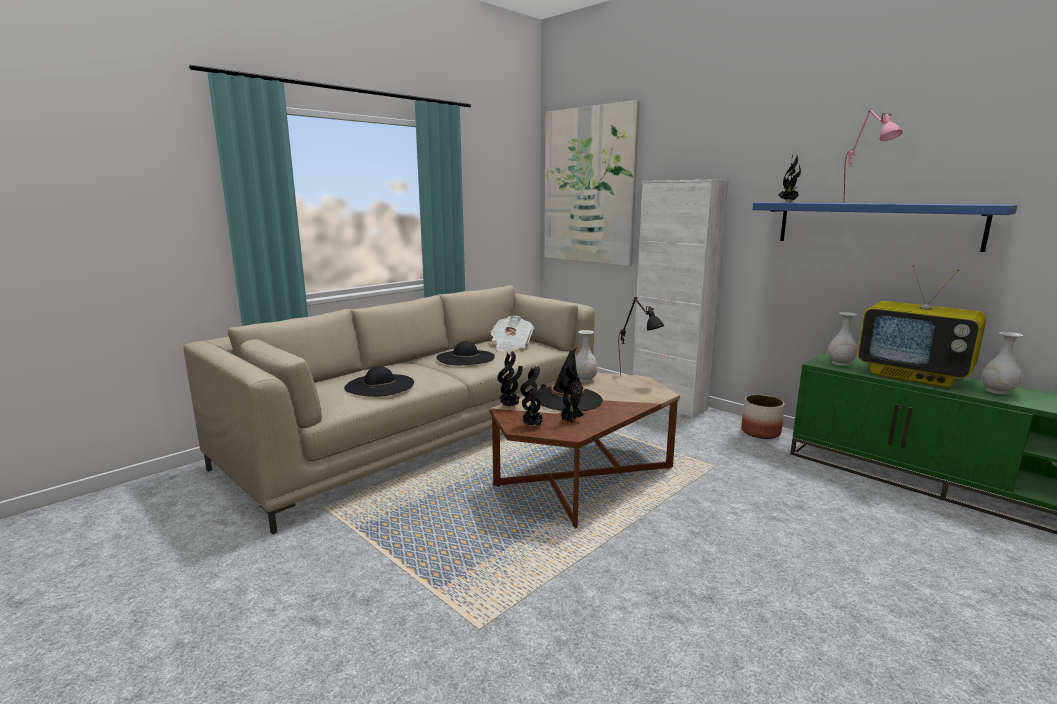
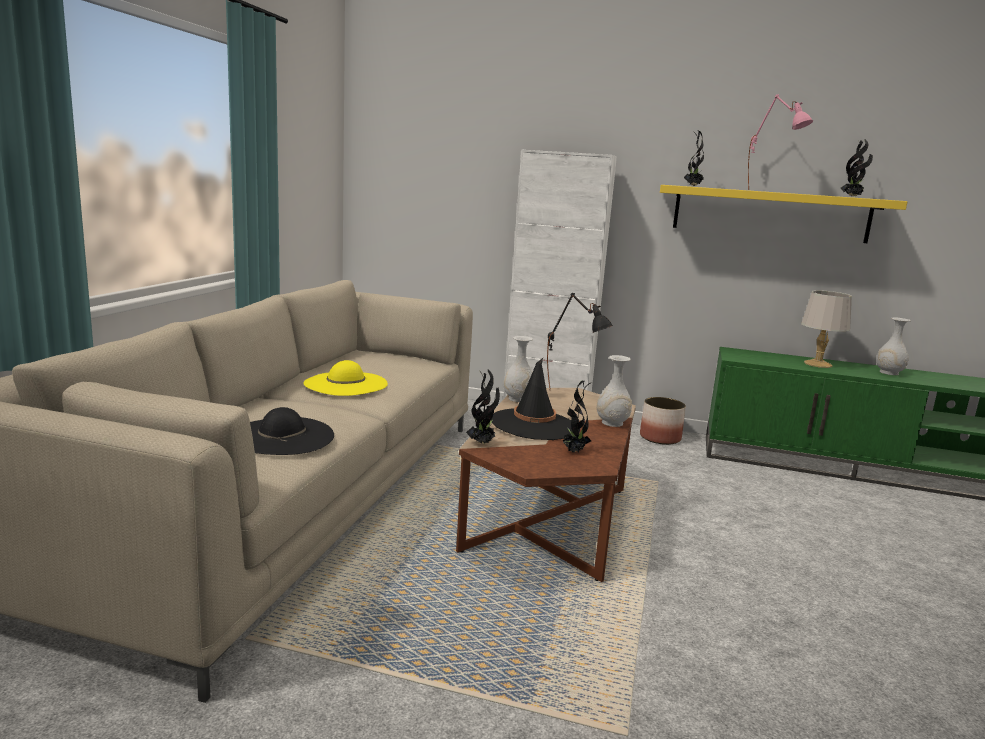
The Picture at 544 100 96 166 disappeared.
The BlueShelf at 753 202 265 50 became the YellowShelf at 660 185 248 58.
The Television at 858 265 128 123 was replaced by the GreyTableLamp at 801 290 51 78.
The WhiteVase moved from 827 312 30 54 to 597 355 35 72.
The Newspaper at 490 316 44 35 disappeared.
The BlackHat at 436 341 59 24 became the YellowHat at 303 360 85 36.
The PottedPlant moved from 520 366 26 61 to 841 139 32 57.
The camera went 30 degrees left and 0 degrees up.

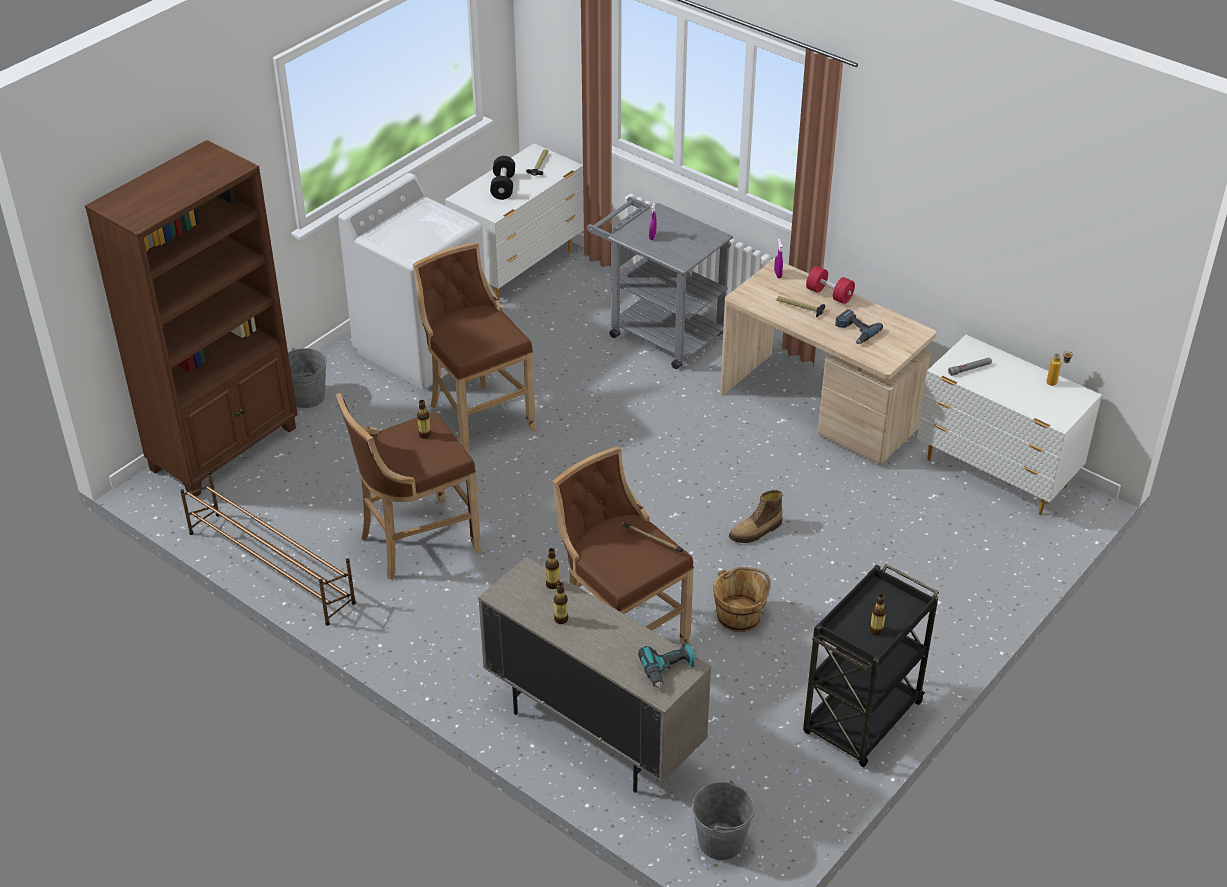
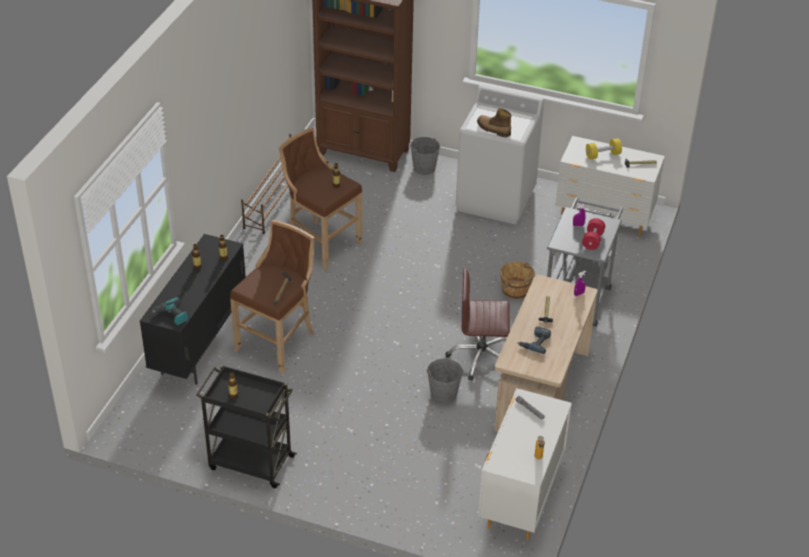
The BlackDumbbell at 490 156 25 44 became the YellowDumbbell at 586 138 36 21.
The BrownStool at 413 242 124 212 disappeared.
The RedDumbbell moved from 806 266 49 38 to 582 218 23 32.
The Boot moved from 729 490 54 53 to 477 108 35 29.
The BeigeCabinet at 478 557 234 236 became the BlackCabinet at 140 234 106 151.
The BrownBucket moved from 713 567 58 65 to 500 262 35 37.
The GreyBucket moved from 692 780 63 80 to 427 359 37 45.
The BrownOfficeChair at 446 268 64 113 appeared.
The camera went 70 degrees right and 0 degrees up.

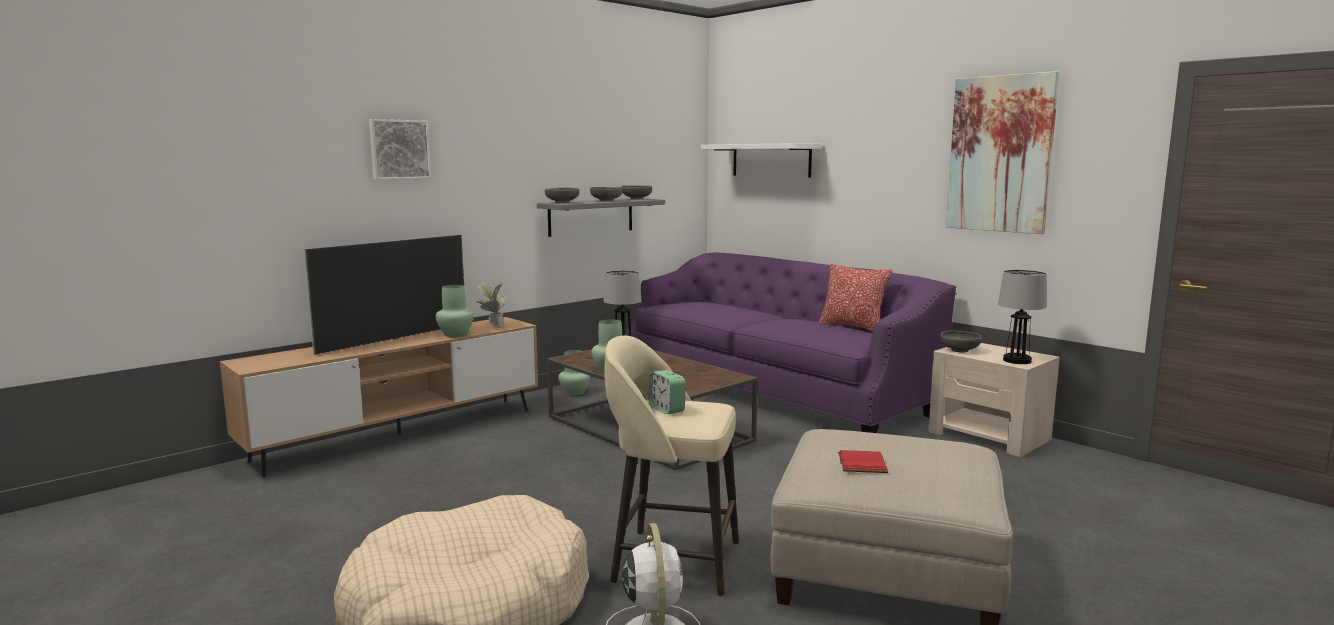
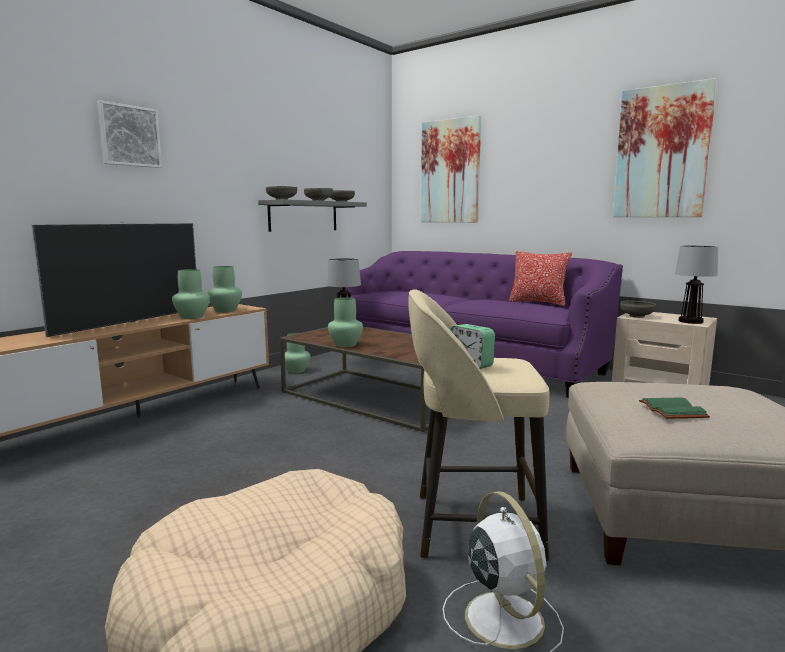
The WhiteShelf at 701 143 121 34 was replaced by the Picture at 421 115 60 107.
The PottedPlant at 477 281 30 47 was replaced by the GreenVase at 207 266 35 46.
The RedBook at 838 450 50 23 became the GreenBook at 639 397 71 22.
The camera went 10 degrees left and 0 degrees up.

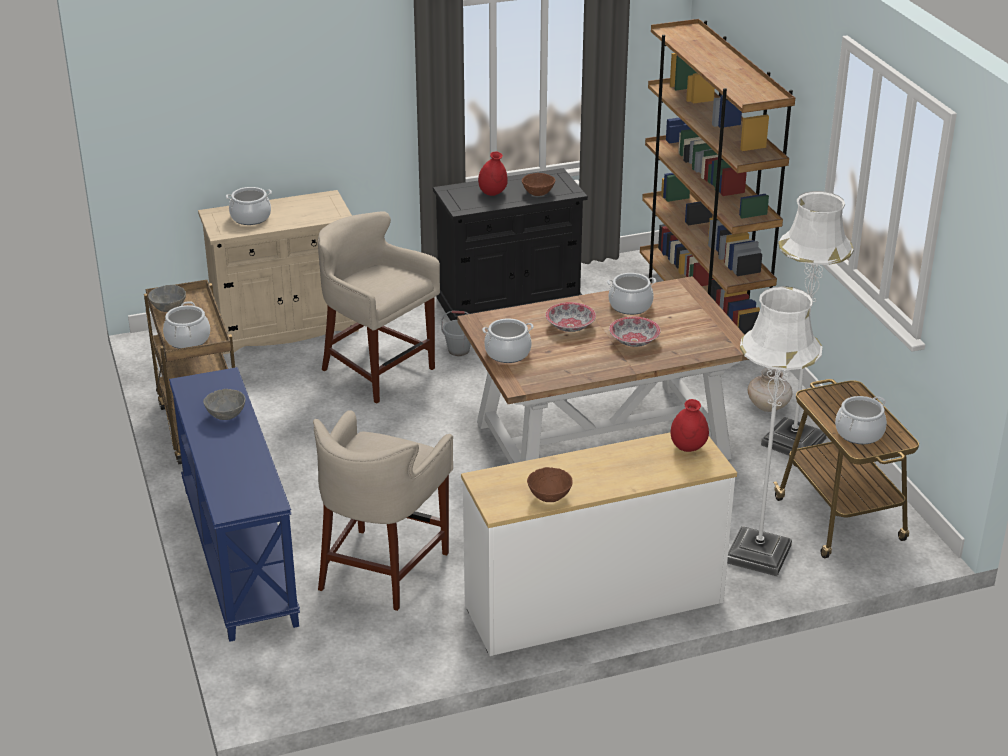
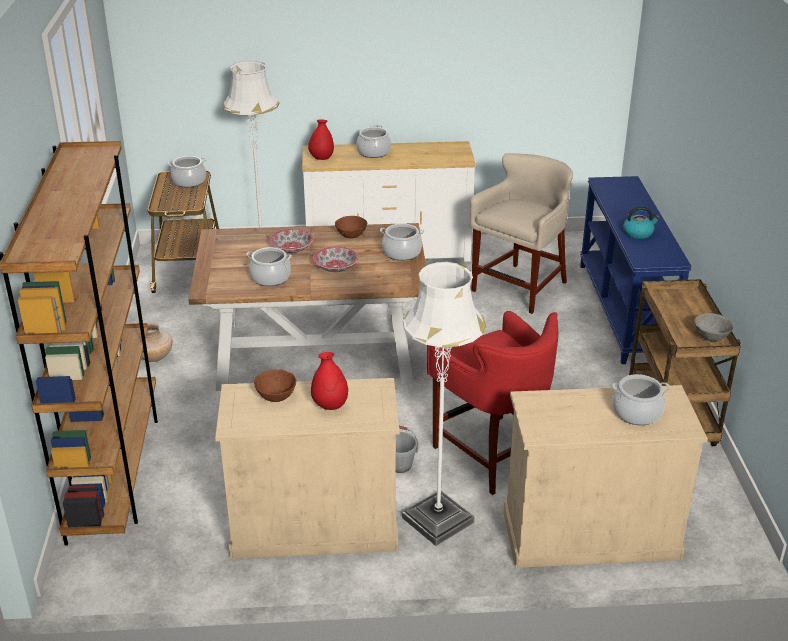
The BlackCabinet at 433 168 155 153 became the BeigeCabinet at 215 378 185 181.
The WhiteFloorLamp moved from 761 191 93 265 to 402 262 84 284.
The BeigeStool at 318 211 122 193 became the RedStool at 427 311 131 184.
The CookingPot moved from 163 301 47 48 to 357 125 34 33.
The GreyBowl at 203 389 42 31 was replaced by the Kettle at 623 206 37 33.
The BrownBowl moved from 527 467 46 35 to 335 216 32 22.
The camera went 165 degrees left and 0 degrees up.

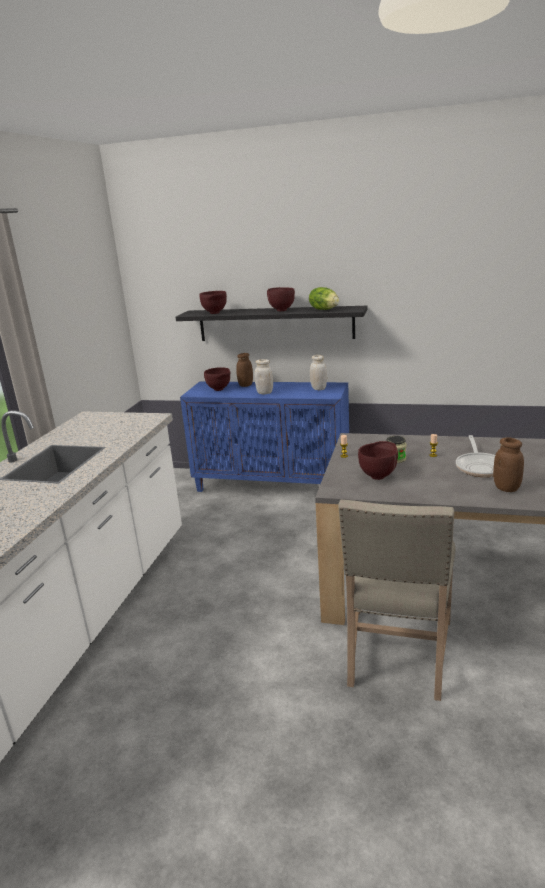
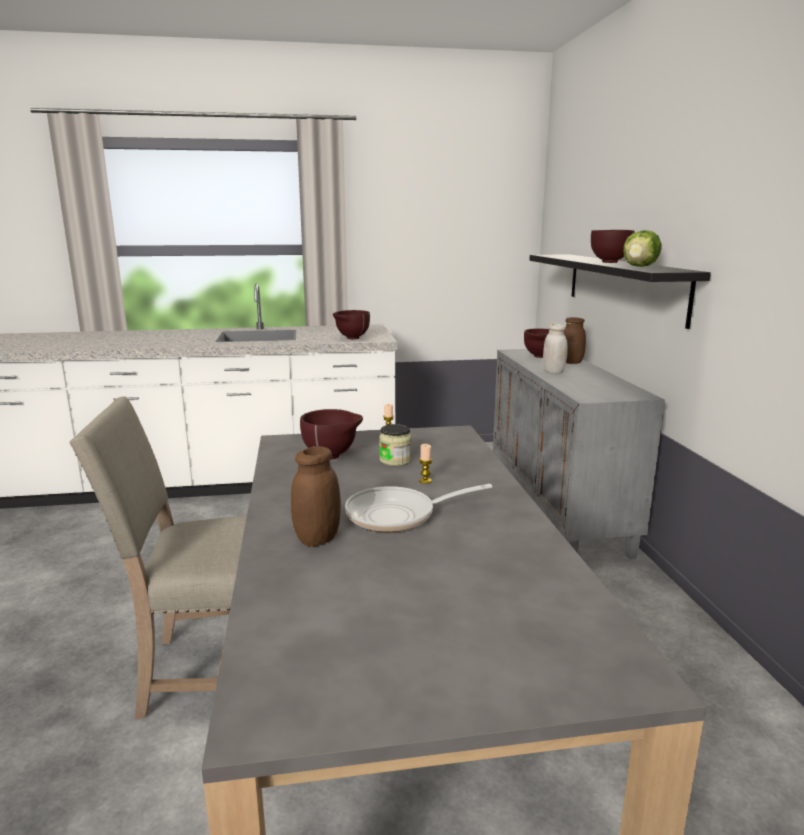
The BrownBowl moved from 199 291 28 23 to 333 310 37 29.
The WhiteJar at 310 355 17 35 disappeared.
The BlueCabinet at 180 382 169 110 became the GreyCabinet at 493 349 172 210.
The camera went 65 degrees right and 5 degrees down.

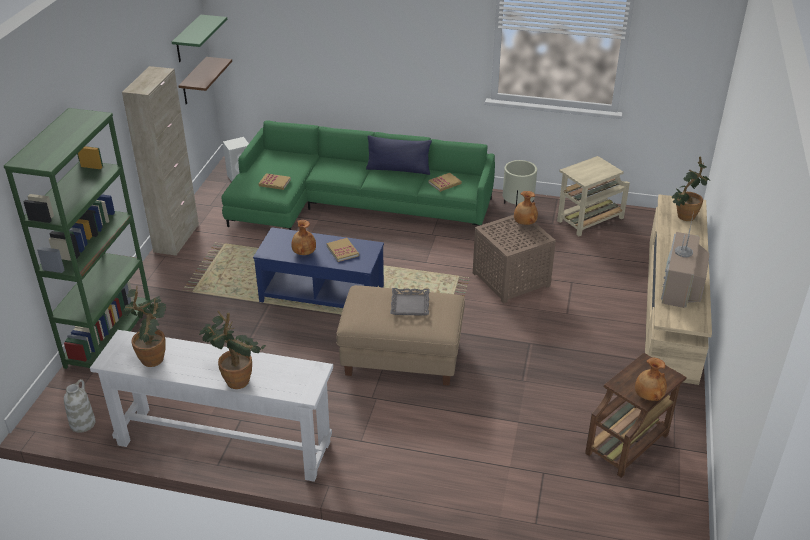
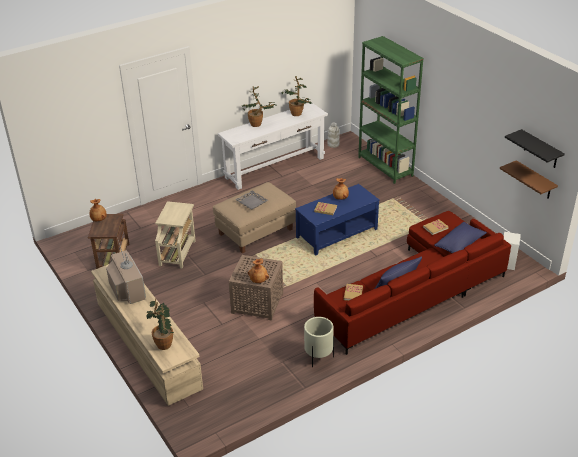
The GreenShelf at 172 15 55 47 became the BlackShelf at 505 129 60 39.
The BeigeCabinet at 122 66 77 190 disappeared.
The GreenSofa at 221 120 274 110 became the RedSofa at 314 211 197 144.
The BeigeSideTable moved from 557 156 73 80 to 155 201 41 68.
The BluePillow at 434 222 53 31 appeared.
The camera went 135 degrees right and 0 degrees up.

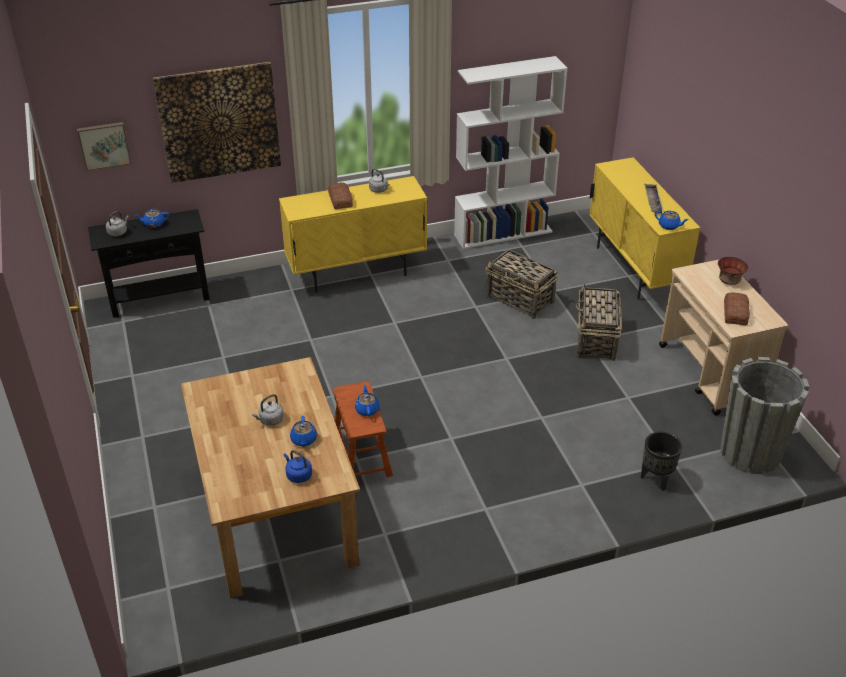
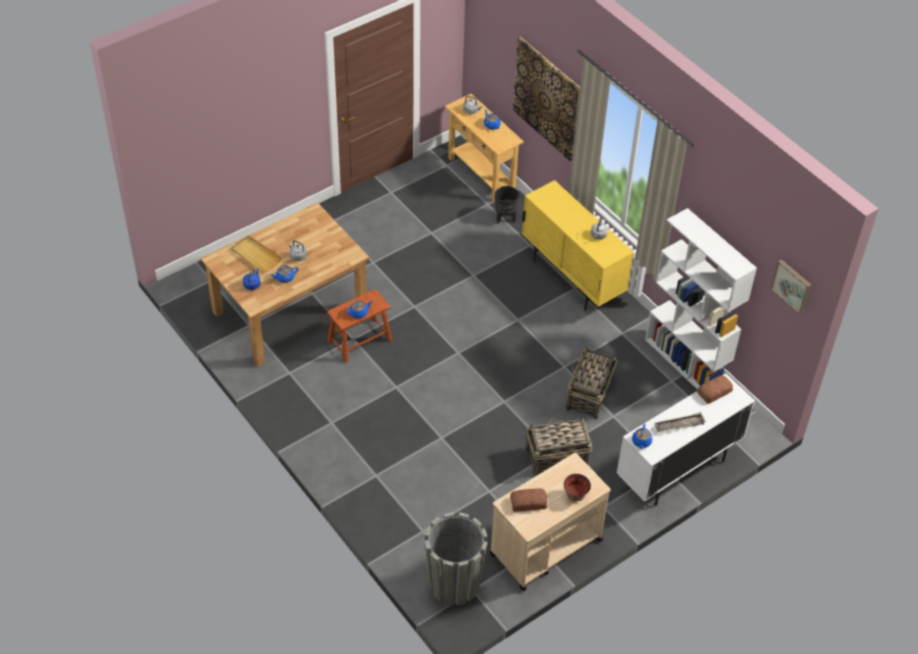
The Picture moved from 77 122 54 49 to 771 259 40 56.
The YellowCabinet at 589 157 111 143 became the WhiteCabinet at 617 374 138 132.
The Bread moved from 328 183 25 26 to 697 375 36 29.
The BlackConsoleTable at 88 209 122 109 became the BeigeConsoleTable at 445 94 79 108.
The BlackPlanter moved from 641 432 41 59 to 495 186 24 38.
The BeigeTray at 231 235 51 38 appeared.
The camera went 70 degrees right and 10 degrees up.

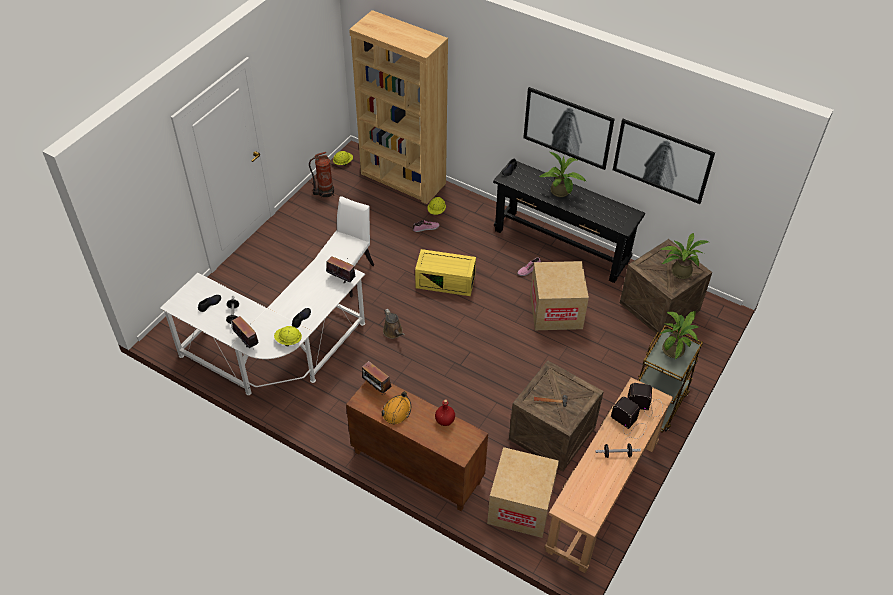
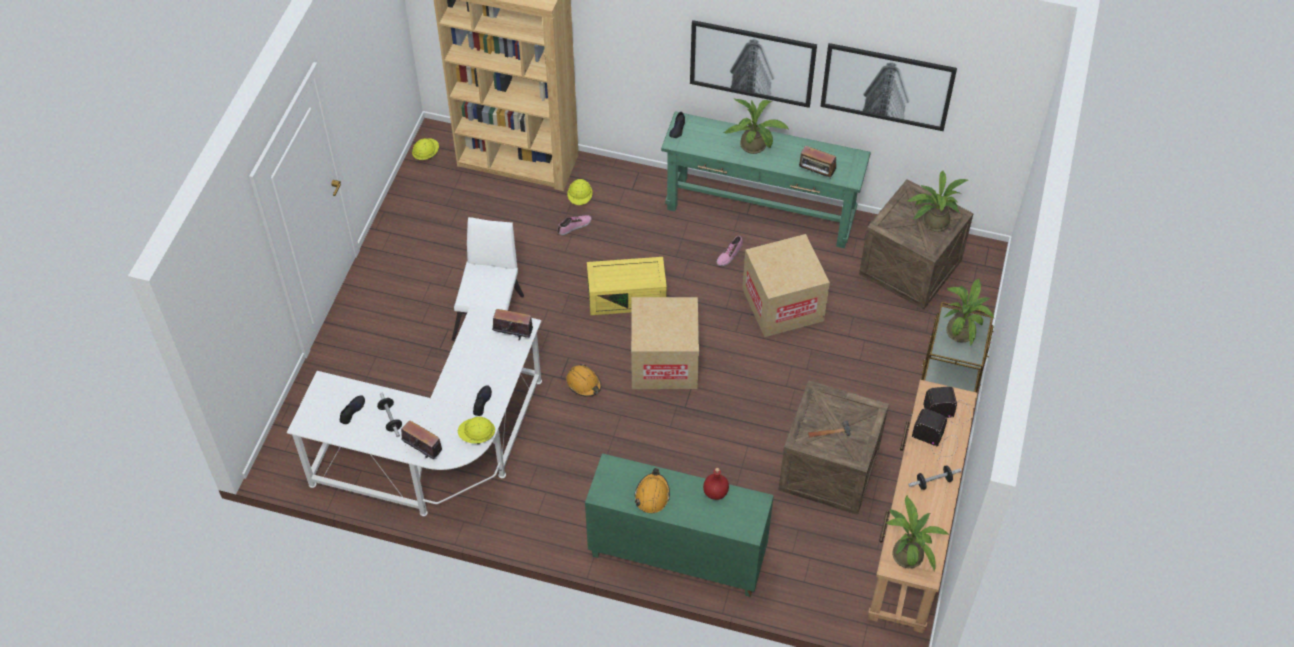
The FireExtinguisher at 309 152 25 46 disappeared.
The BlackConsoleTable at 493 159 152 124 became the GreenConsoleTable at 661 111 210 137.
The BrownWateringCan at 383 309 22 30 was replaced by the OrangeHardHat at 566 364 35 33.
The Radio moved from 362 361 29 34 to 799 145 38 34.
The BrownCabinet at 346 381 142 130 became the GreenCabinet at 585 453 189 144.
The CardboardBox moved from 487 447 72 91 to 631 297 68 92.
The PottedPlant at 886 496 63 75 appeared.
The camera went 15 degrees left and 5 degrees up.

